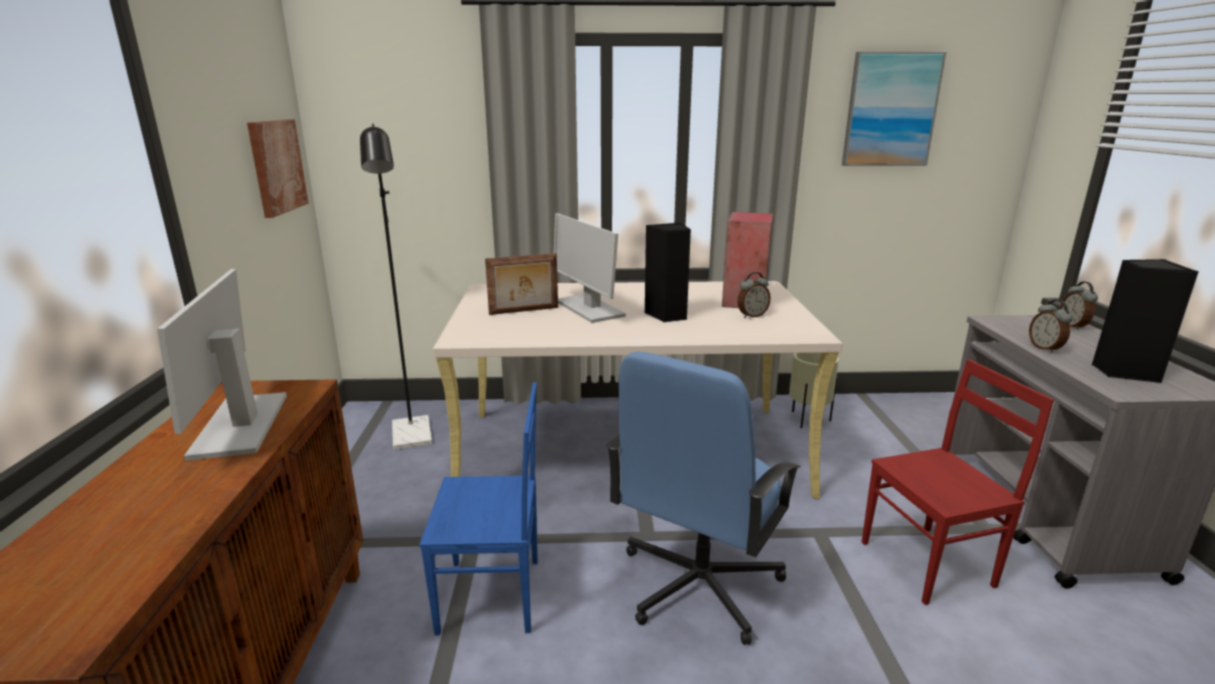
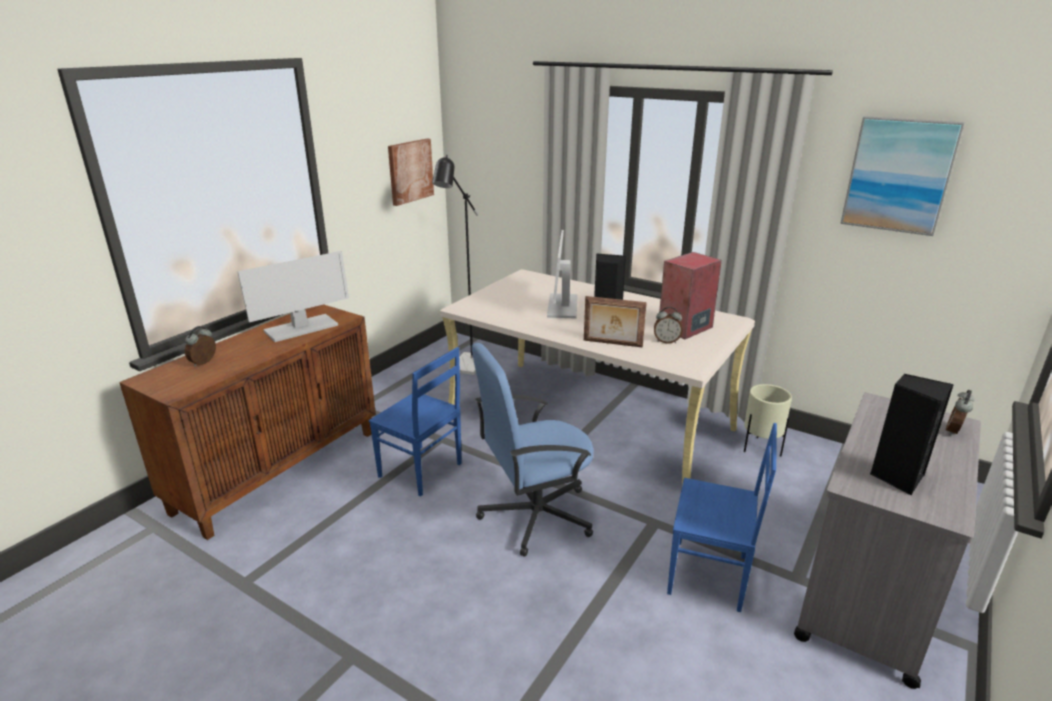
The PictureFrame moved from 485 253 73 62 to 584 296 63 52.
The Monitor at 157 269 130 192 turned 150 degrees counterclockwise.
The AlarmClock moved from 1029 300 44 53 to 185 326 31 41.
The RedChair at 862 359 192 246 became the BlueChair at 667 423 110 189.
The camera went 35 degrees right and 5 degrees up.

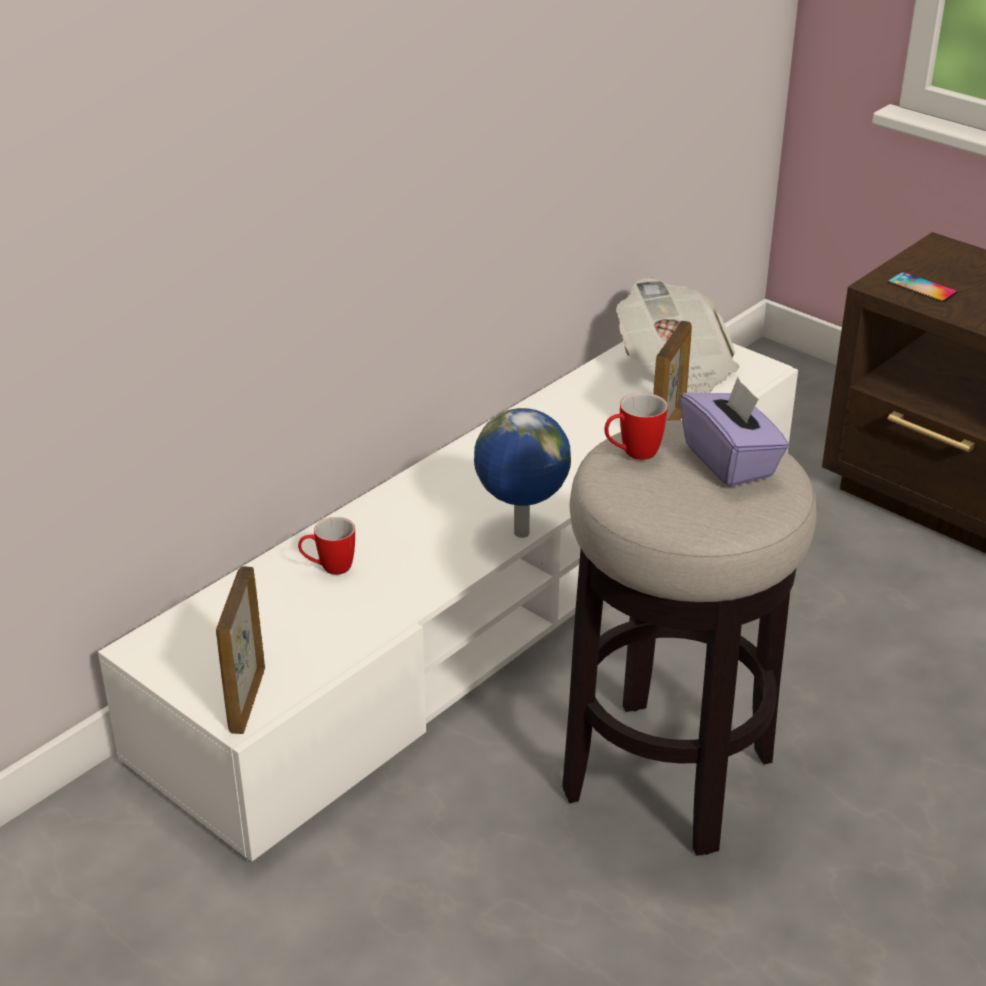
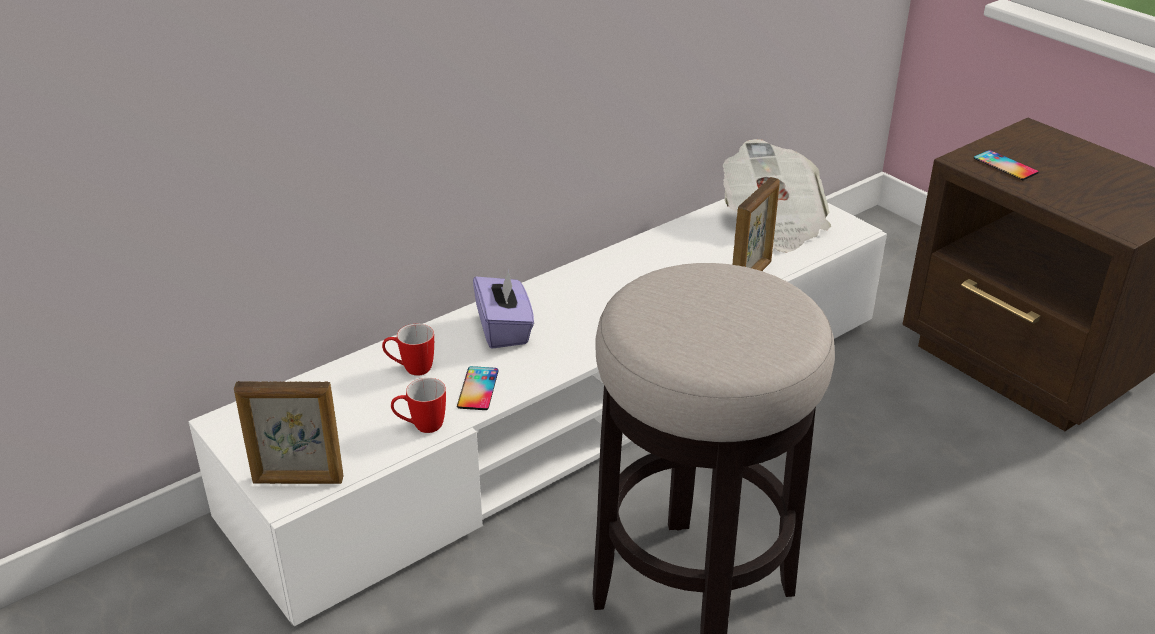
The PurpleTissueBox moved from 680 377 109 110 to 473 269 61 80.
The Mug moved from 604 393 64 67 to 391 378 55 55.
The Globe at 474 408 97 130 disappeared.
The PictureFrame at 216 566 49 168 turned 105 degrees counterclockwise.
The Phone at 457 366 42 44 appeared.
The camera went 10 degrees right and 0 degrees up.

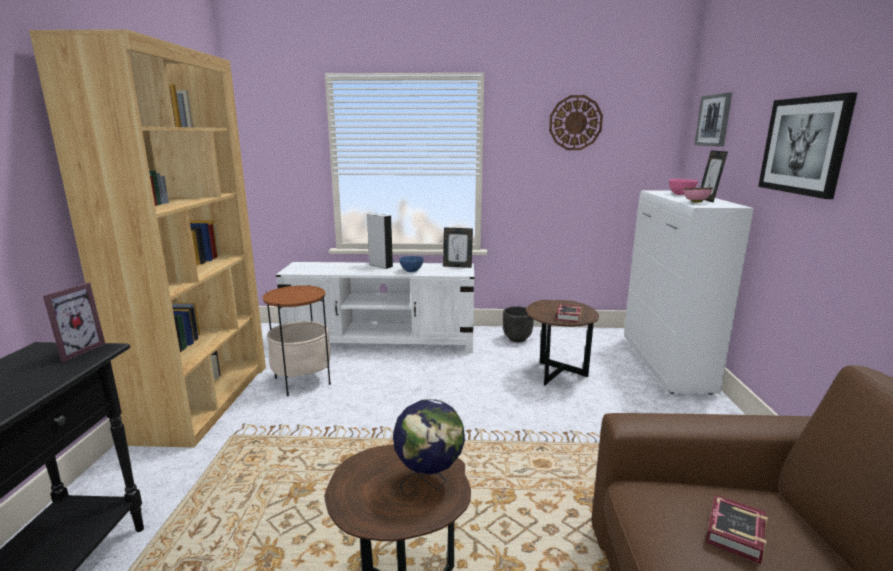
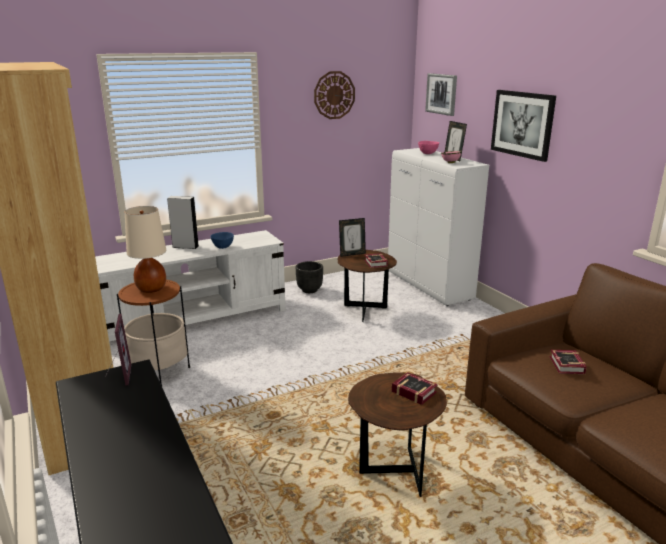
The PictureFrame moved from 443 227 30 41 to 339 218 27 39.
The Globe at 393 399 72 95 was replaced by the Book at 392 372 45 33.
The BeigeTableLamp at 125 206 41 87 appeared.
The camera went 30 degrees left and 5 degrees up.

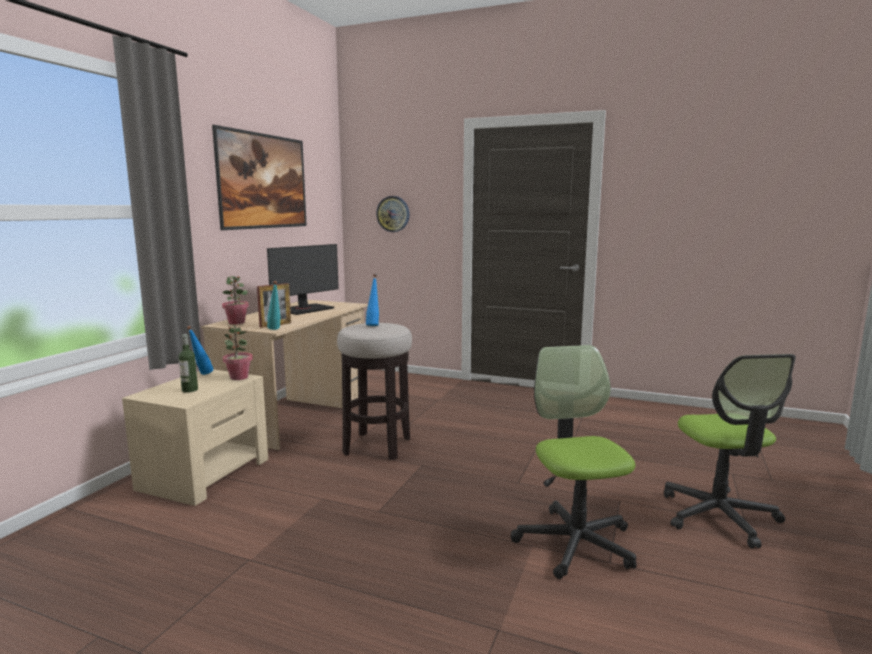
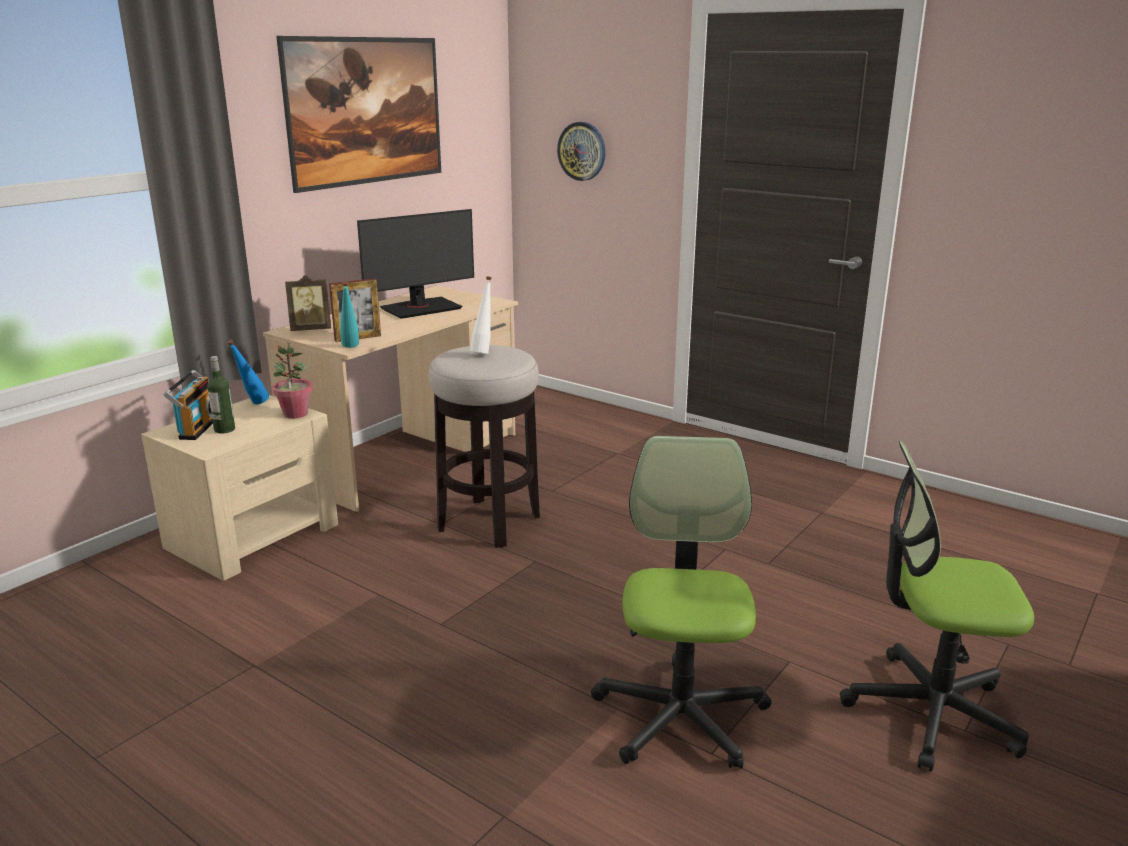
The BlueBottle at 366 274 13 52 became the WhiteBottle at 470 276 22 78.
The PottedPlant at 222 276 27 49 was replaced by the PictureFrame at 285 275 46 56.
The OfficeChair at 664 354 132 195 turned 90 degrees clockwise.
The Radio at 163 370 50 70 appeared.
The camera went 15 degrees right and 10 degrees up.

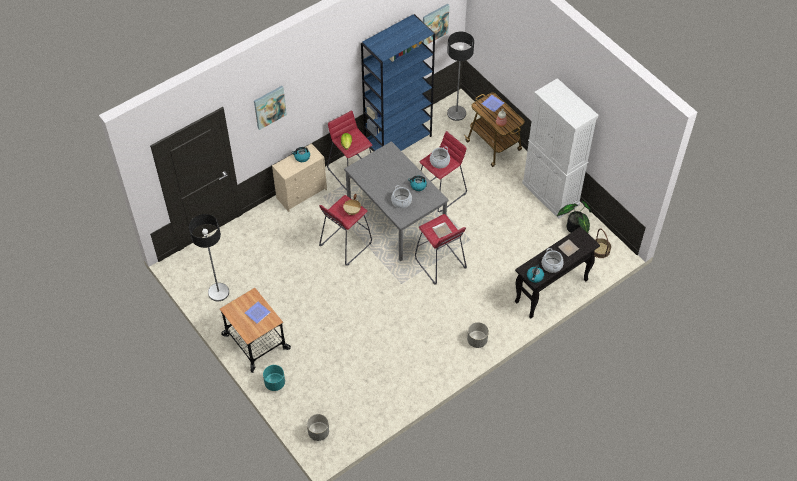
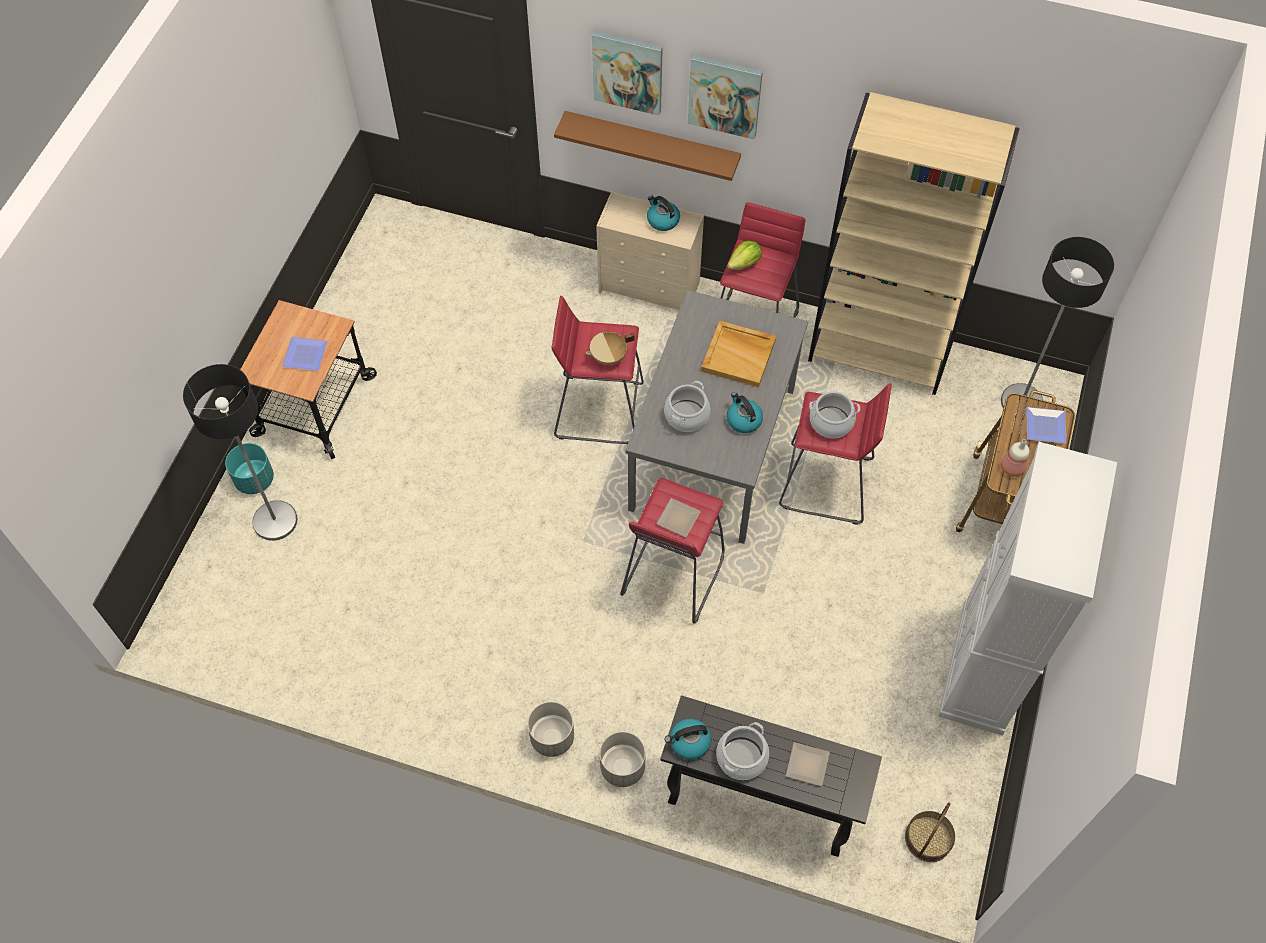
The Picture moved from 422 4 27 41 to 688 55 75 84.
The BlueBookcase at 361 14 74 138 became the BeigeBookcase at 808 92 212 303.
The PottedPlant at 557 201 34 32 disappeared.
The FloorLamp moved from 189 214 40 87 to 183 364 114 177.
The GreyPlanter moved from 307 414 22 27 to 600 732 46 55.
The BrownShelf at 554 111 187 70 appeared.
The BeigeTray at 701 320 75 68 appeared.
The camera went 55 degrees right and 5 degrees up.

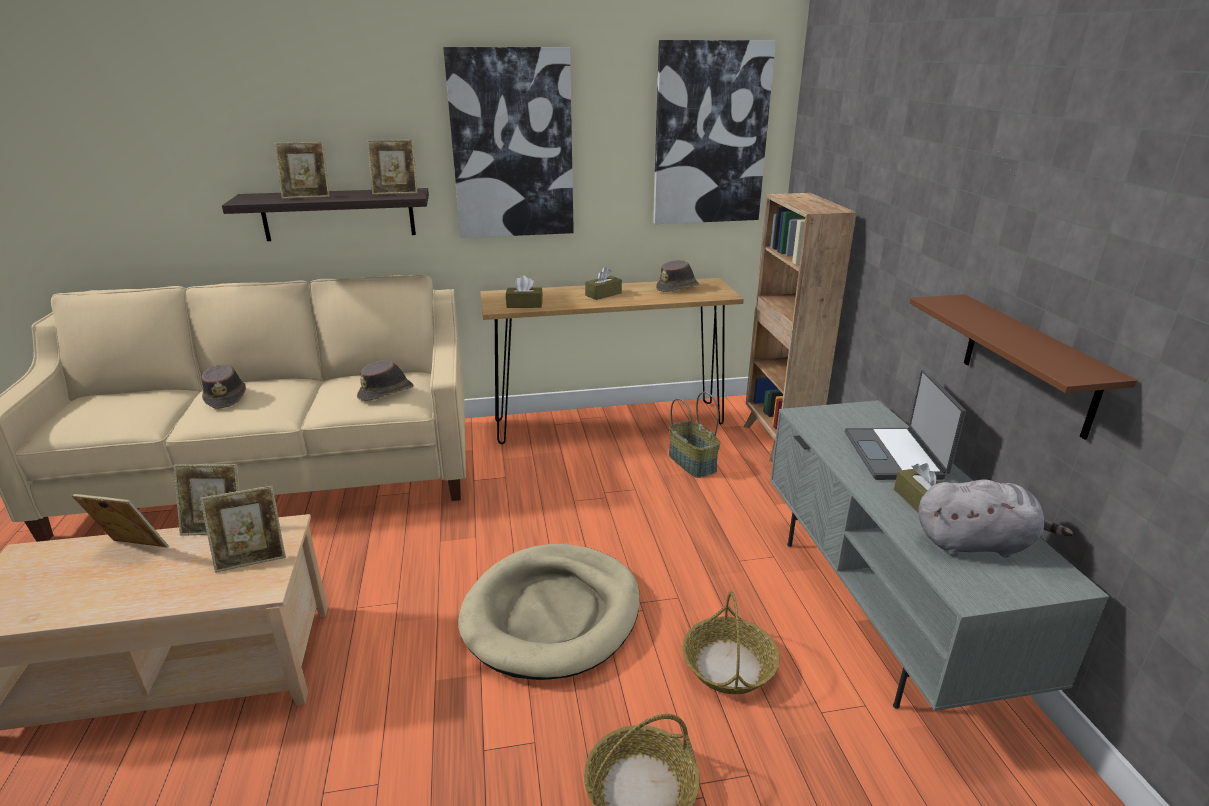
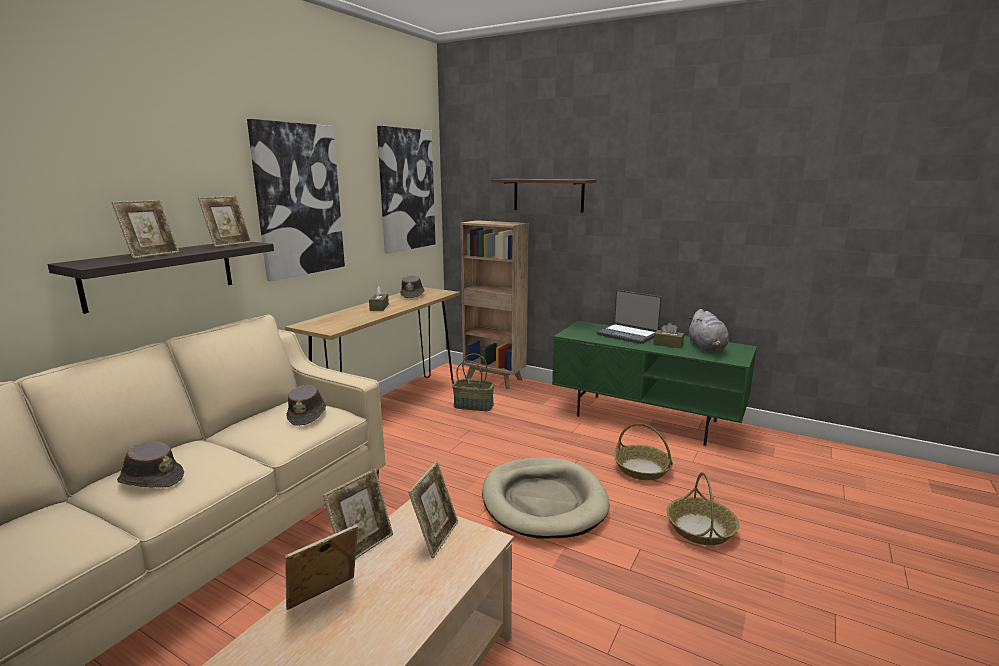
The BrownTissueBox at 506 276 37 32 disappeared.
The BrownShelf moved from 910 294 227 146 to 491 179 105 34.
The GreyTvStand at 770 400 339 311 became the GreenTvStand at 552 321 205 125.
The GreyPlushToy at 918 480 155 77 turned 135 degrees clockwise.
The camera went 50 degrees left and 10 degrees down.

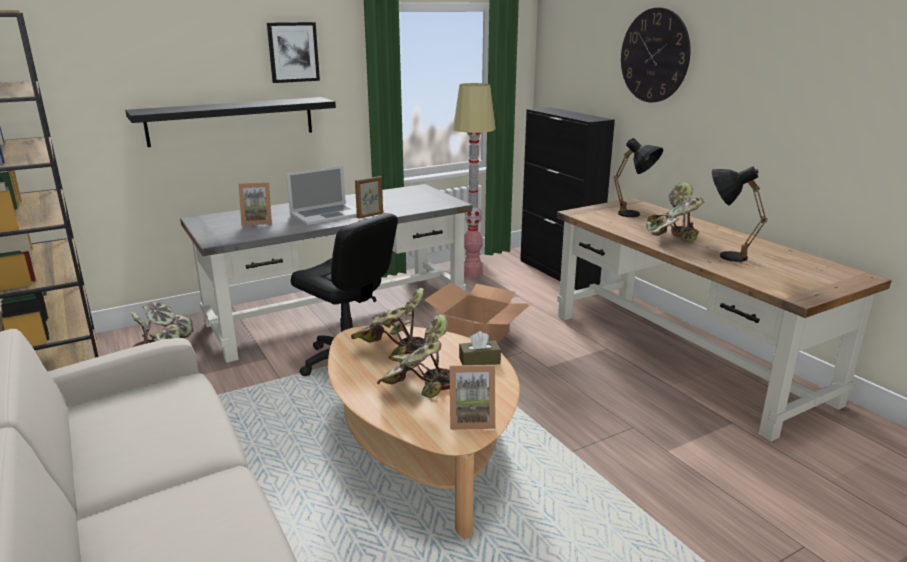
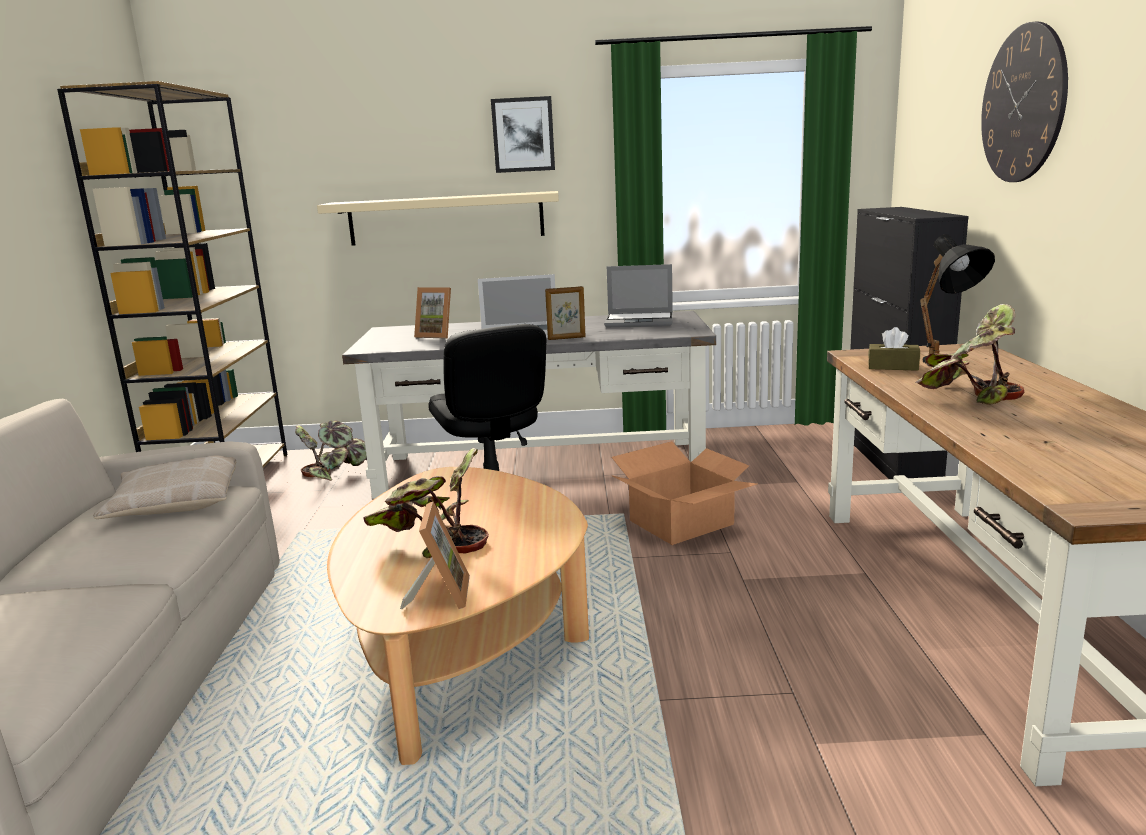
The FloorLamp at 453 83 43 195 disappeared.
The BlackShelf at 125 97 211 50 became the BeigeShelf at 317 191 242 55.
The BlackTableLamp at 712 166 55 96 disappeared.
The PottedPlant at 351 288 75 68 disappeared.
The BrownTissueBox moved from 459 331 42 34 to 868 327 52 44.
The PictureFrame at 449 365 47 65 turned 120 degrees counterclockwise.
The Laptop at 604 264 69 64 appeared.
The BeigePillow at 93 455 143 64 appeared.
The camera went 30 degrees right and 5 degrees down.

